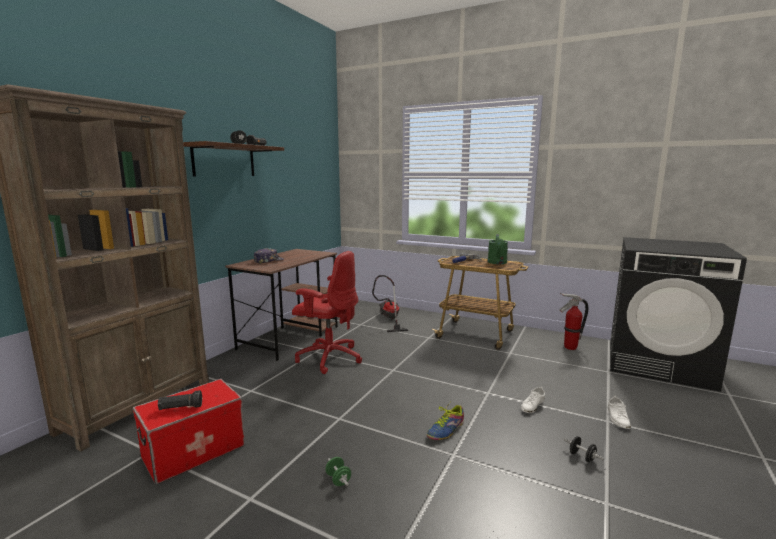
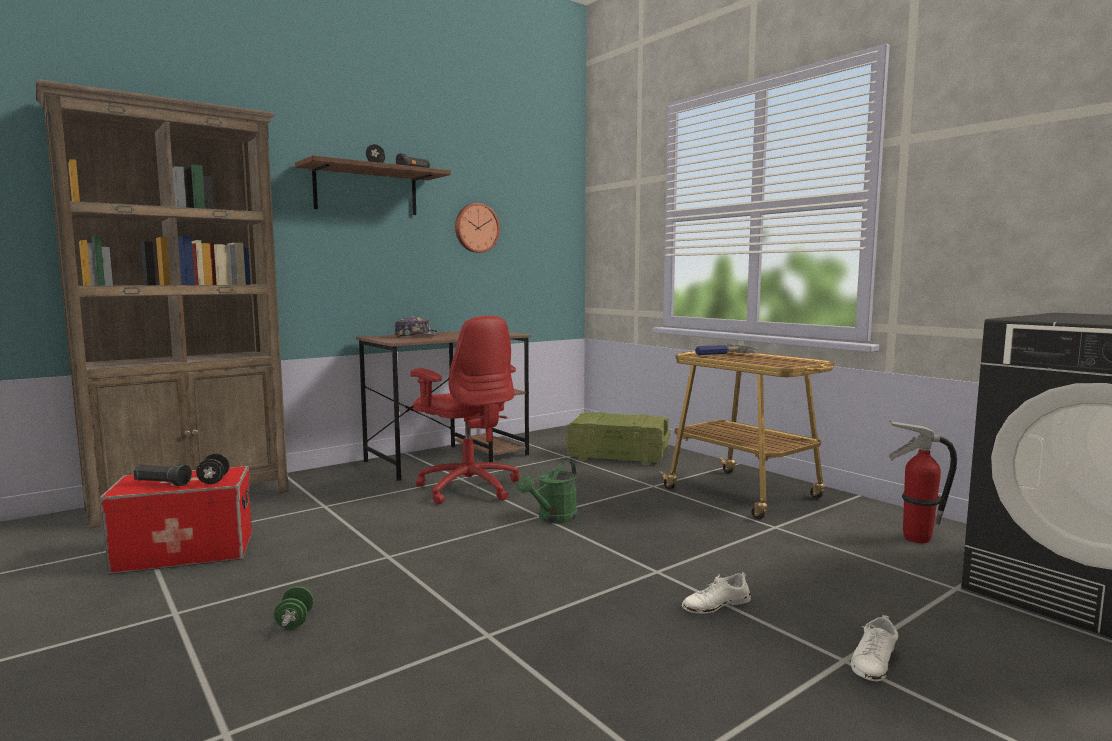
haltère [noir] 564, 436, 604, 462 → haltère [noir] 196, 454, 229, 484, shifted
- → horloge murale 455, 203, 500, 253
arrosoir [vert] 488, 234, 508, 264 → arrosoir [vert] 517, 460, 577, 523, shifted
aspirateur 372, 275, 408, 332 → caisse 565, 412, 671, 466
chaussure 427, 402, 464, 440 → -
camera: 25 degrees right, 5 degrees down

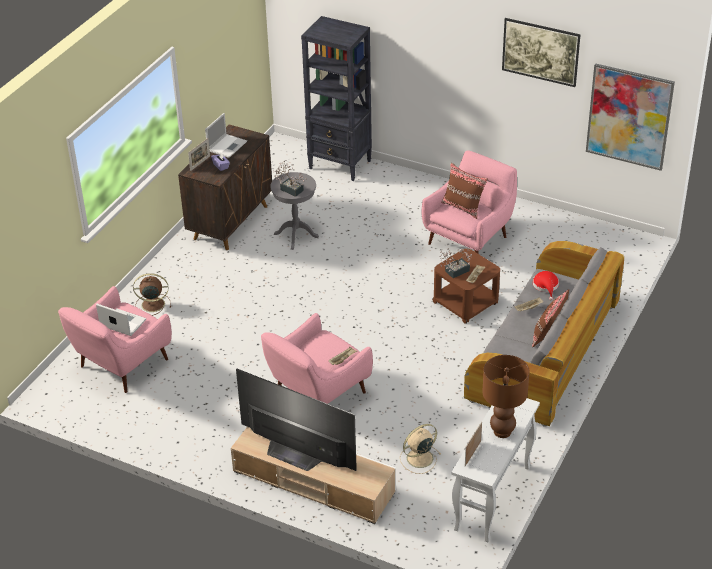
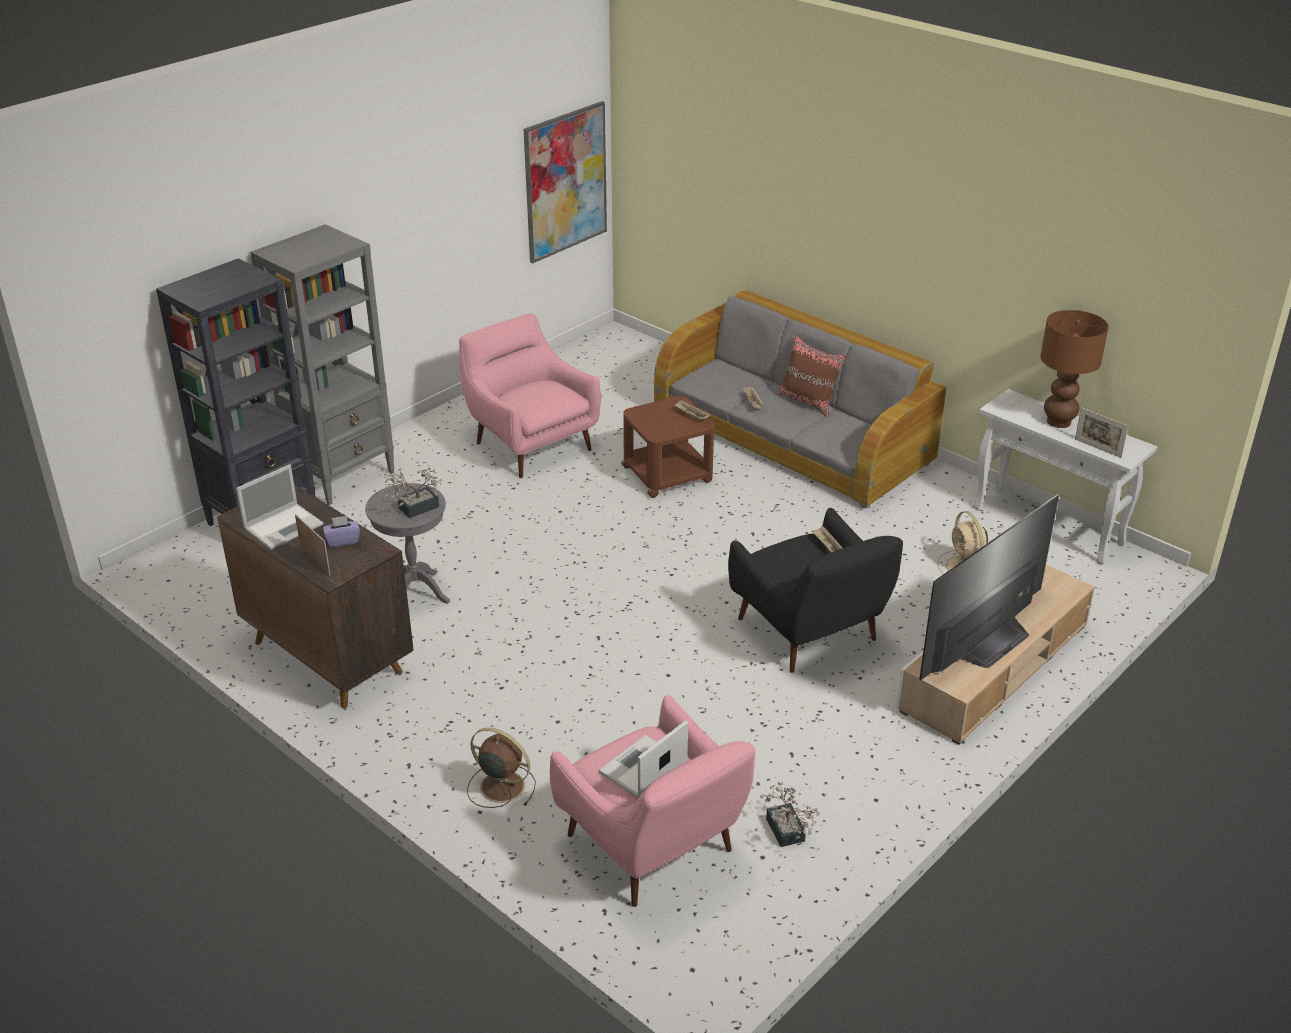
ordinateur portable 205, 113, 247, 158 → ordinateur portable 236, 464, 324, 550, 90 degrees clockwise
- → bibliothèque [gris] 250, 224, 395, 505
ventilateur [marron] 133, 273, 171, 316 → ventilateur [marron] 467, 728, 536, 808, 105 degrees clockwise
fauteuil [rose] 261, 313, 373, 404 → fauteuil [noir] 728, 508, 903, 673
plante en pot 439, 247, 472, 278 → plante en pot 760, 782, 821, 847, shifted
coussin [marron] 441, 163, 488, 219 → -
tableau 502, 18, 581, 87 → -
chapeau [rouge] 533, 271, 559, 300 → -
camera: 75 degrees left, 5 degrees down

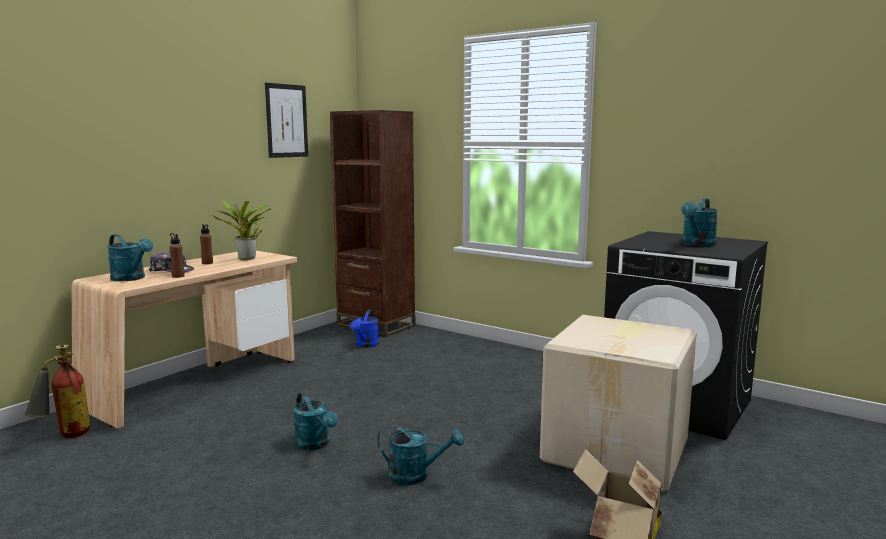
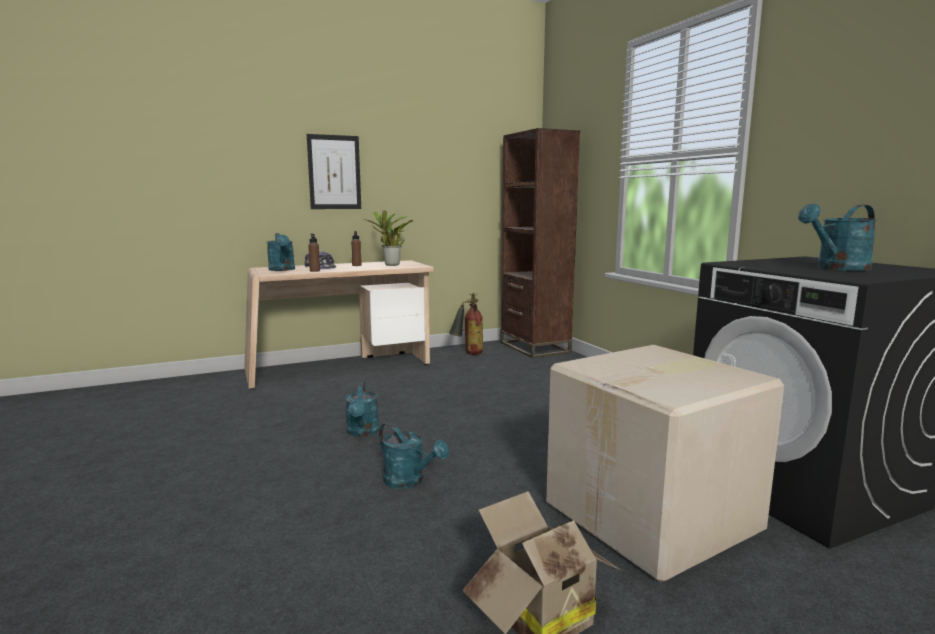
tableau 265, 83, 308, 158 → tableau 307, 134, 361, 209, shifted
extincteur 25, 344, 90, 438 → extincteur 449, 293, 483, 355, shifted
arrosoir [bleu] 350, 310, 379, 348 → -
camera: 30 degrees right, 0 degrees up

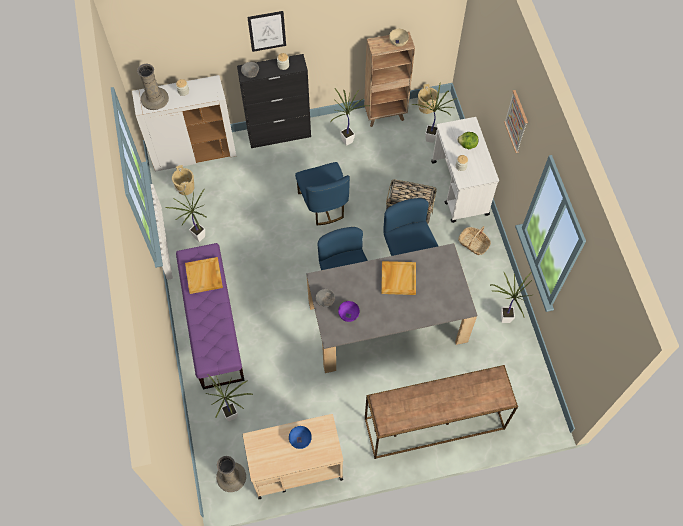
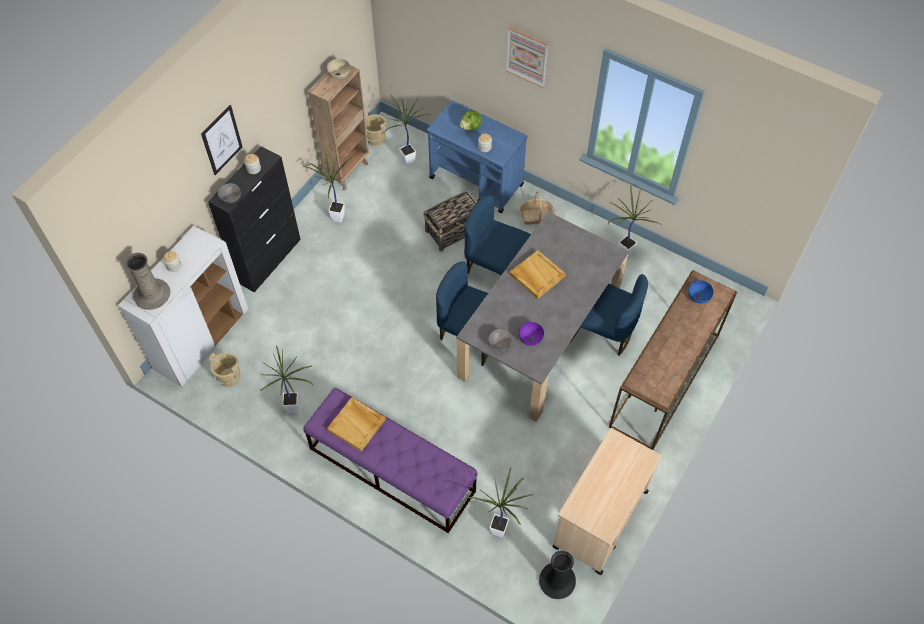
chariot [blanc] 431, 117, 499, 223 → chariot [bleu] 427, 100, 527, 213
vase [beige] 216, 456, 246, 492 → vase [noir] 539, 551, 576, 599
chaise [bleu] 295, 162, 350, 225 → chaise [bleu] 570, 274, 648, 356, shifted
bol [bleu] 289, 426, 312, 449 → bol [bleu] 688, 280, 714, 304, shifted
camera: 45 degrees left, 5 degrees down

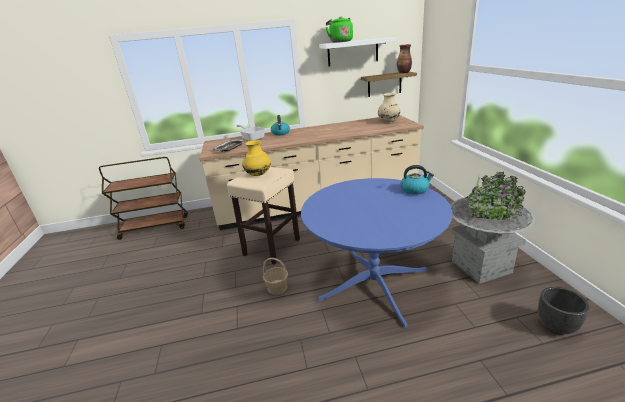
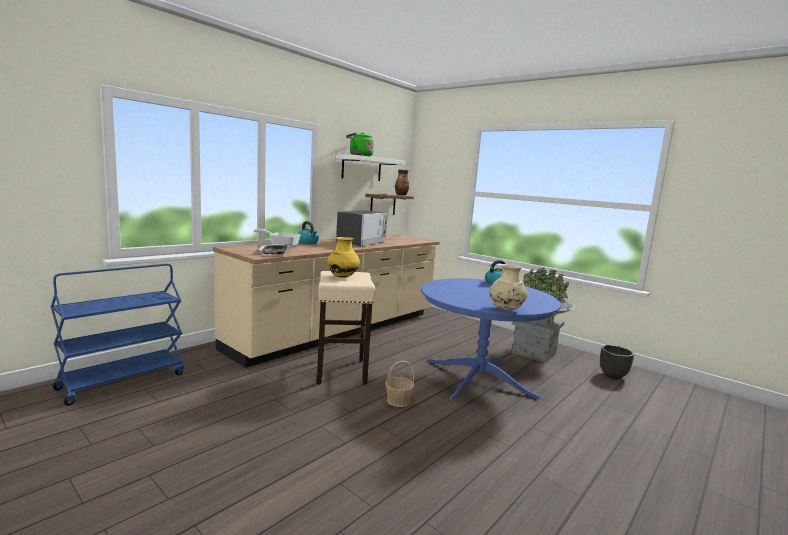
chariot [marron] 99, 157, 188, 240 → chariot [bleu] 51, 264, 184, 406
- → micro-ondes 336, 210, 387, 246
vase [beige] 378, 93, 401, 122 → vase [beige] 489, 264, 527, 311, shifted
camera: 40 degrees left, 15 degrees down

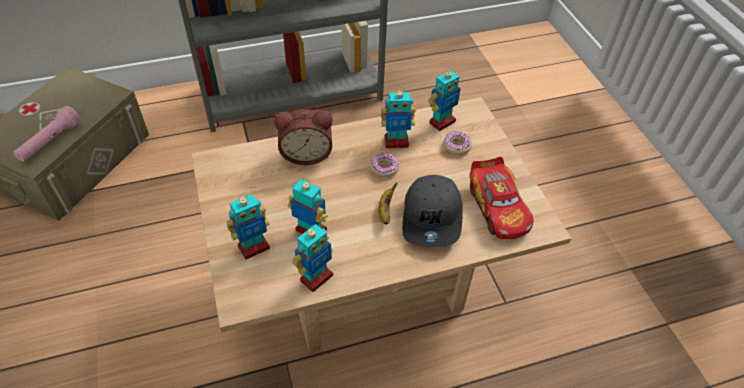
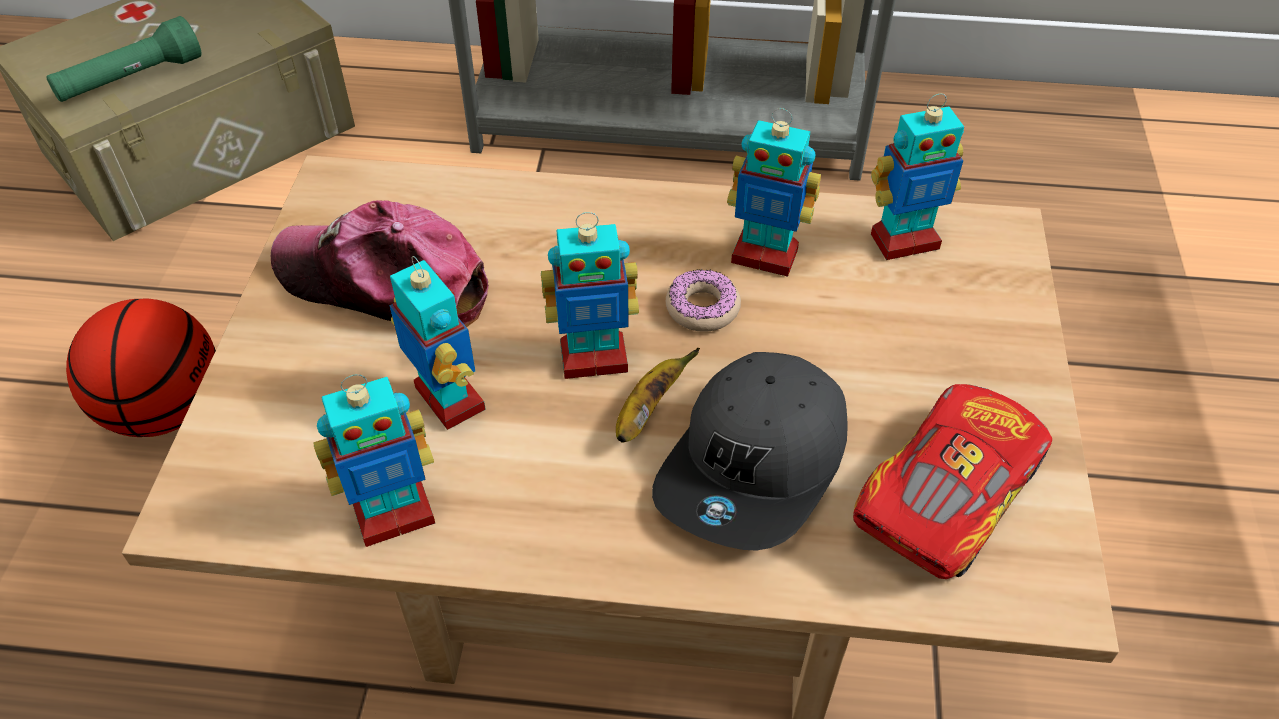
lampe de poche [rose] 13, 106, 81, 162 → lampe de poche [vert] 46, 16, 202, 102
- → ballon de basket 66, 298, 216, 437
- → casquette 271, 200, 489, 327
robot jouet 226, 194, 270, 260 → robot jouet 541, 212, 639, 379, shifted
petite voiture 469, 157, 533, 239 → petite voiture 853, 384, 1052, 579, 150 degrees counterclockwise
réveil 274, 109, 333, 165 → -
beignet 443, 131, 472, 155 → -
camera: 25 degrees right, 0 degrees up

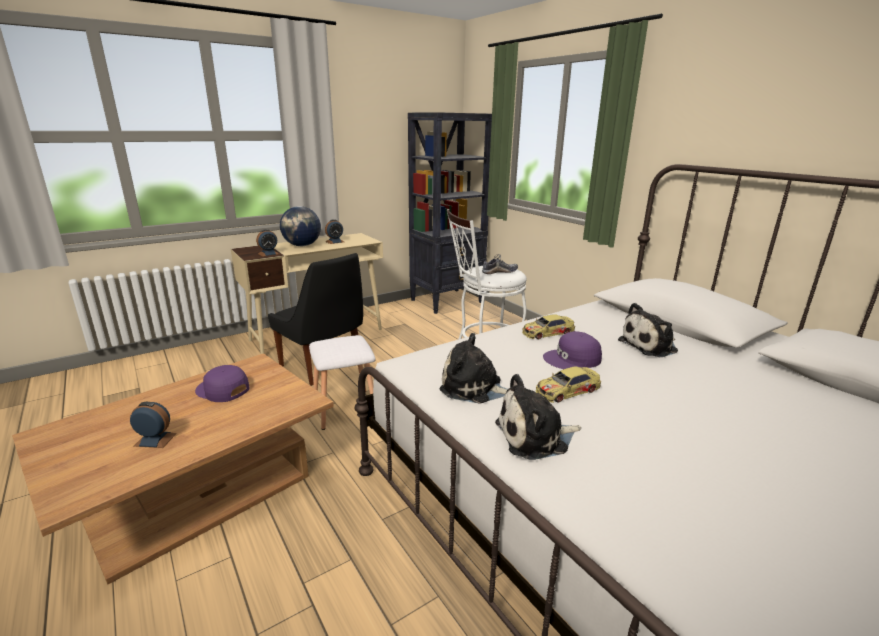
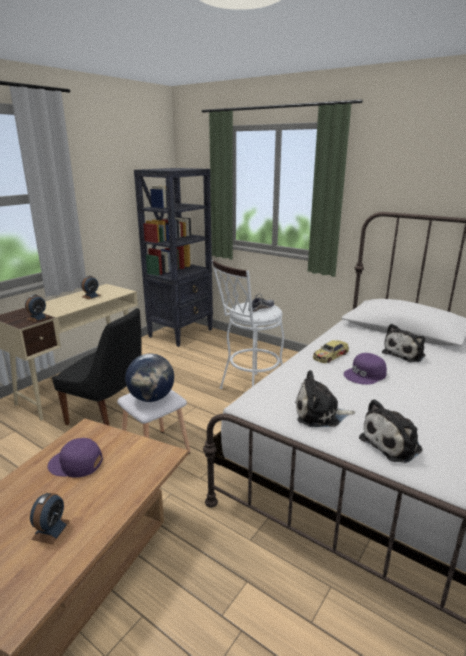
réveil 130, 402, 177, 448 → réveil 30, 493, 70, 544, 120 degrees clockwise
globe 280, 206, 321, 246 → globe 125, 353, 174, 402, shifted
petite voiture 536, 366, 601, 403 → -
camera: 20 degrees left, 0 degrees up

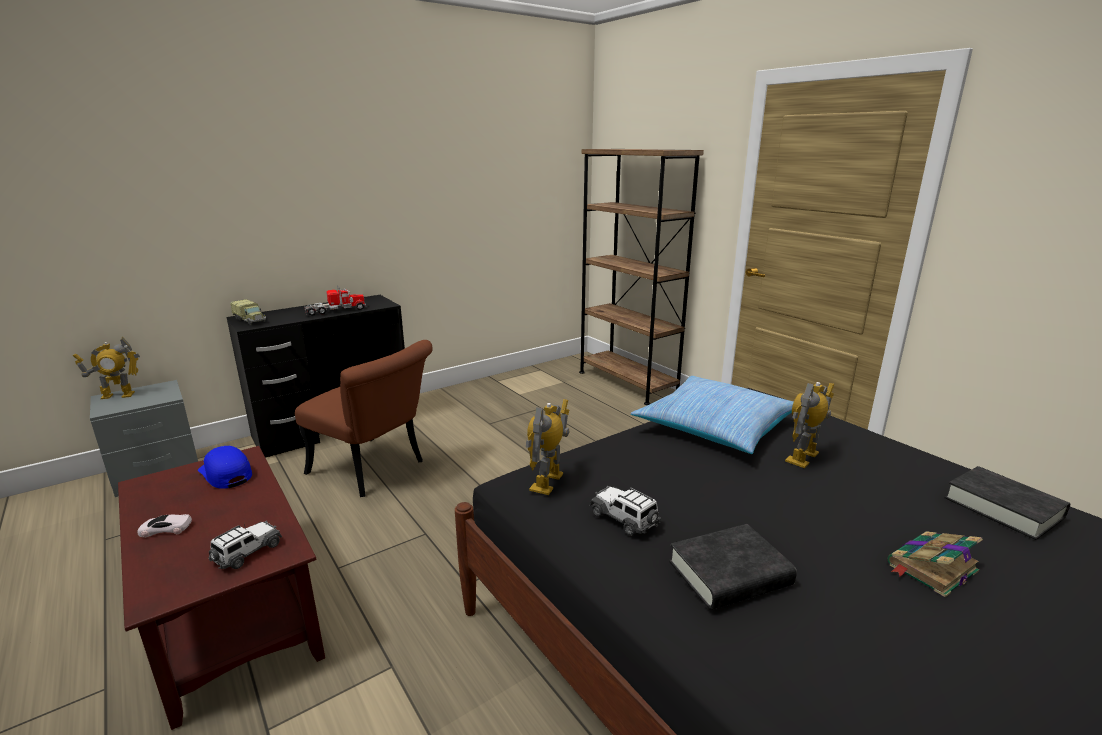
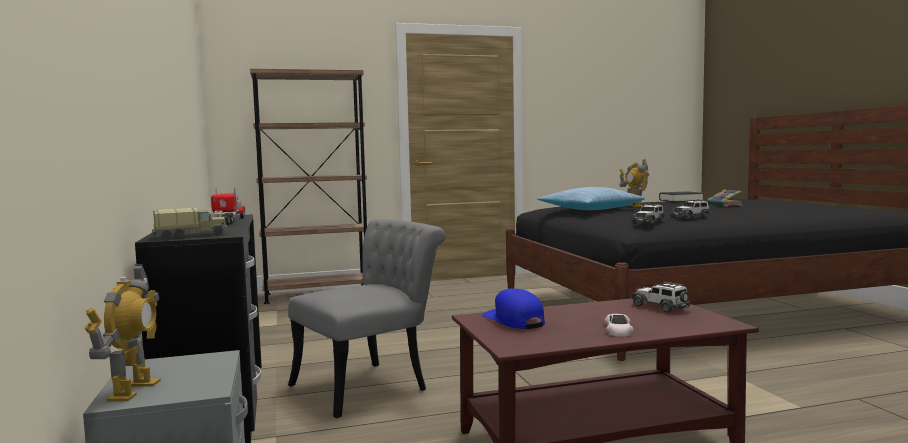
chaise [marron] 295, 340, 433, 497 → chaise [gris] 288, 219, 446, 418
casquette [bleu] 198, 446, 252, 489 → casquette [bleu] 481, 289, 545, 329, 90 degrees clockwise
robot jouet 526, 399, 569, 495 → petite voiture 632, 204, 665, 225
livre [noir] 669, 524, 797, 610 → -
camera: 70 degrees left, 15 degrees down

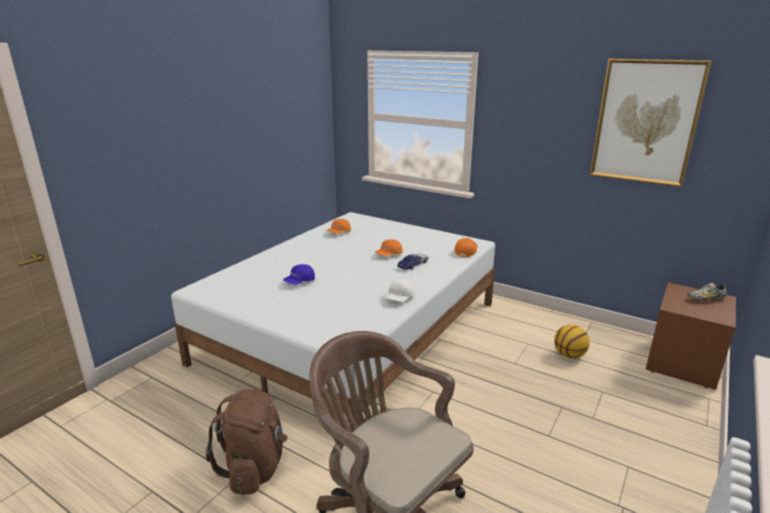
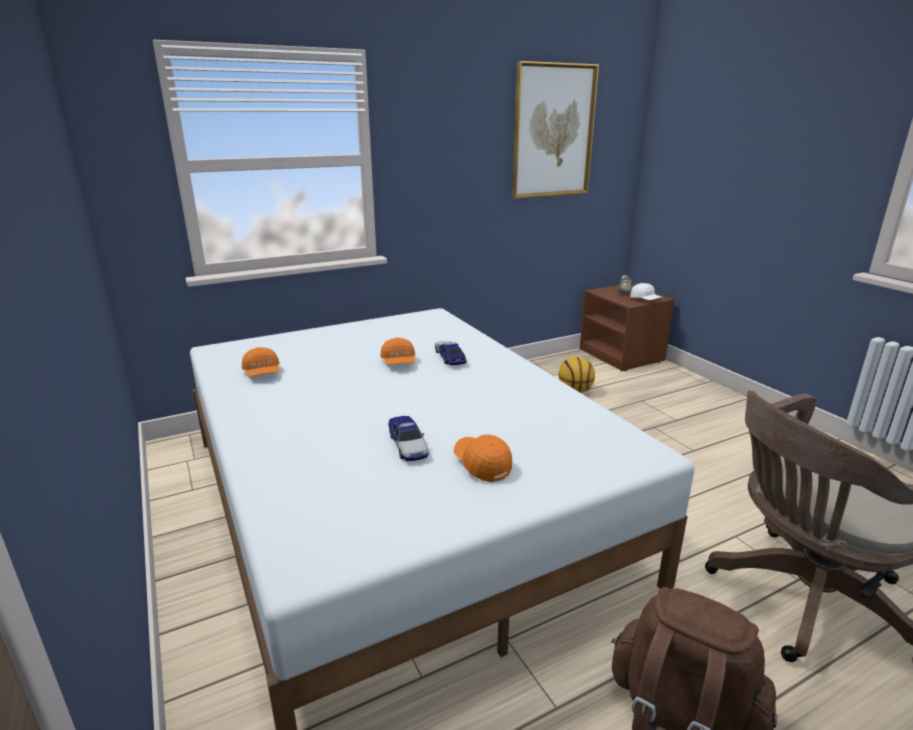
casquette [bleu] 283, 264, 315, 285 → petite voiture 388, 416, 429, 461
casquette [orange] 454, 238, 478, 257 → casquette [orange] 454, 434, 512, 482, shifted
casquette [blanc] 385, 279, 415, 302 → casquette [blanc] 630, 283, 661, 300, shifted
camera: 60 degrees left, 0 degrees up

